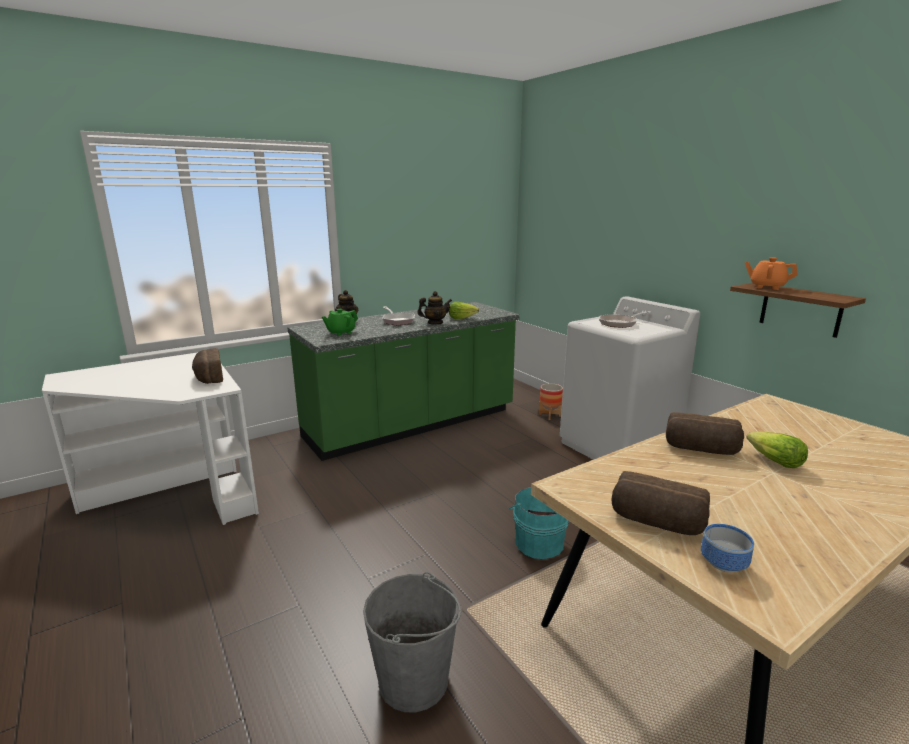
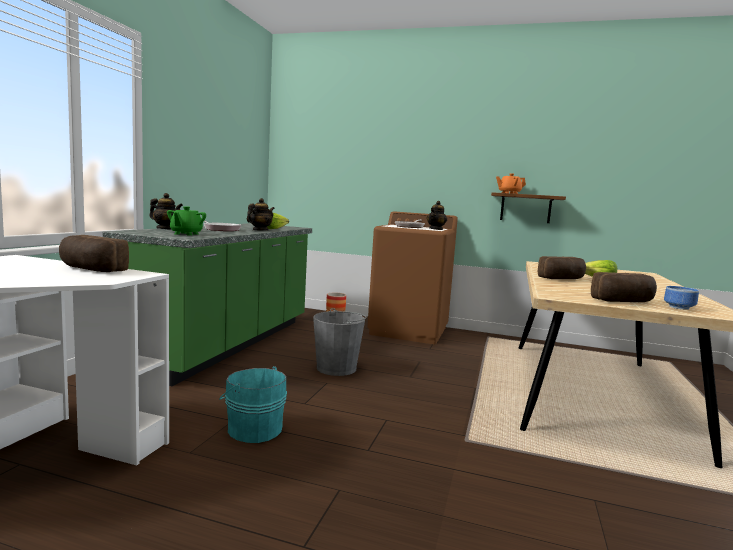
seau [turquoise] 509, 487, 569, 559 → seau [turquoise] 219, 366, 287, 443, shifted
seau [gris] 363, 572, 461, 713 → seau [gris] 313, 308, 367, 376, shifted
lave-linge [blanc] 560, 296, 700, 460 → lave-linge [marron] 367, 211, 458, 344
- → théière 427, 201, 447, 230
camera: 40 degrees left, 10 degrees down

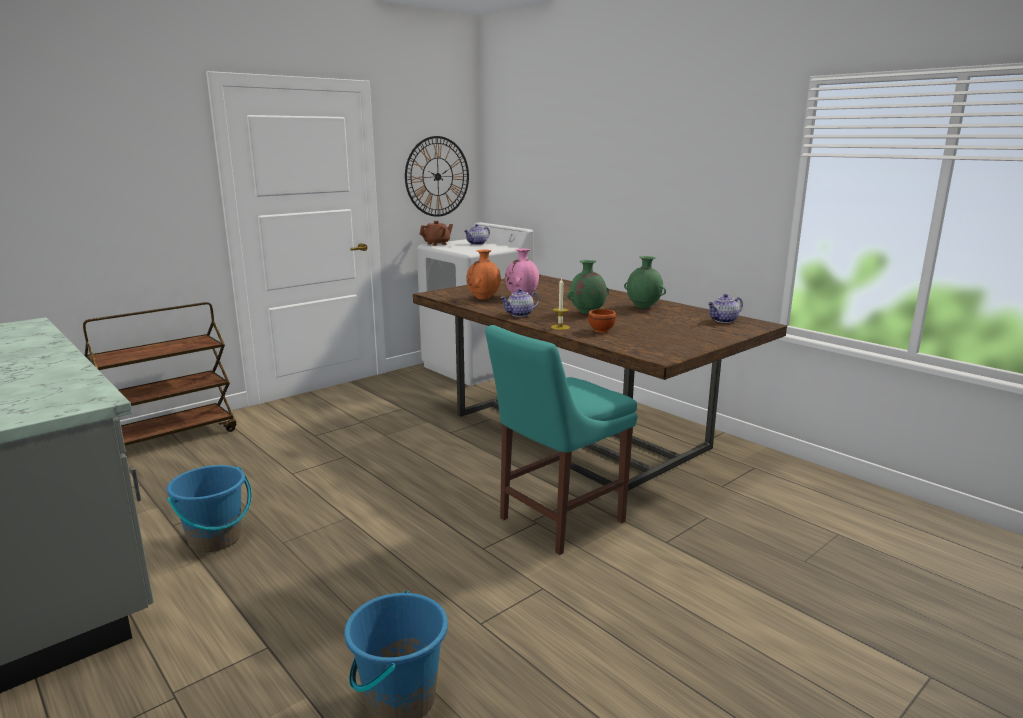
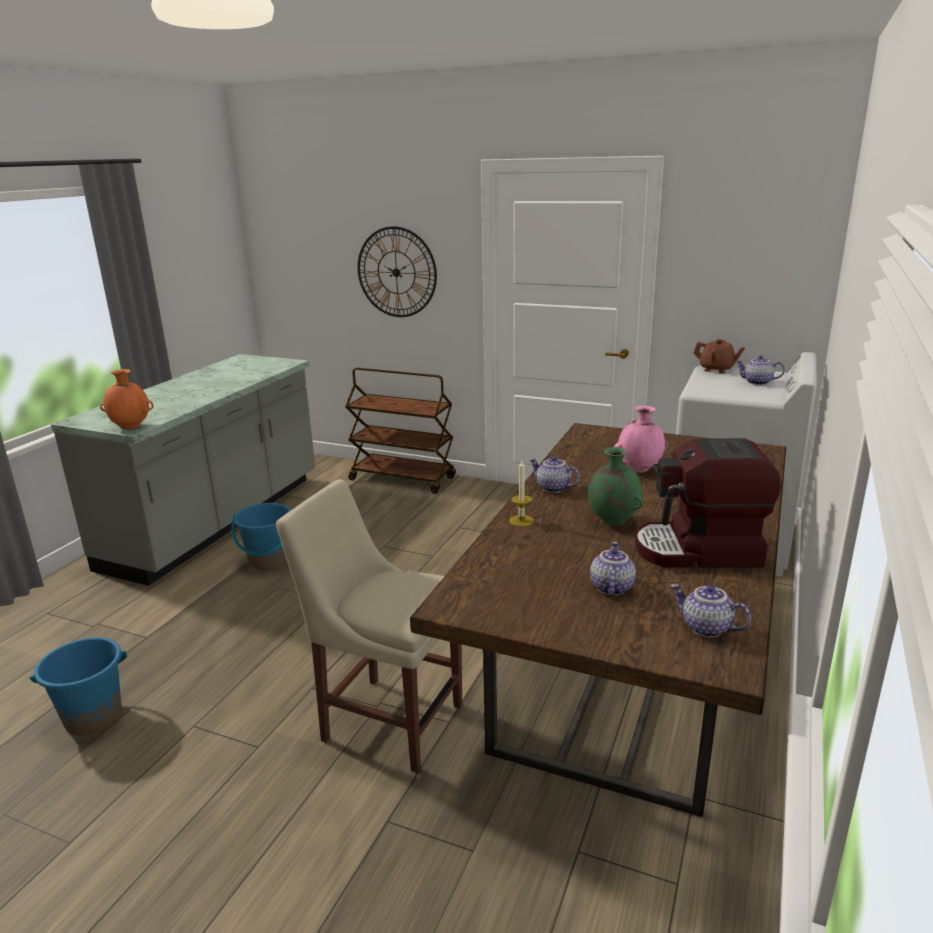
vase [orange] 466, 250, 501, 300 → vase [orange] 100, 369, 154, 430, shifted
chaise [turquoise] 485, 325, 637, 555 → chaise [beige] 276, 479, 462, 773
horloge murale 405, 136, 469, 217 → horloge murale 358, 226, 437, 317, shifted
- → théière 590, 542, 636, 595
vase [vert] 624, 256, 666, 309 → machine à café 635, 438, 781, 568
bol [marron] 588, 309, 616, 333 → -
camera: 65 degrees right, 5 degrees up

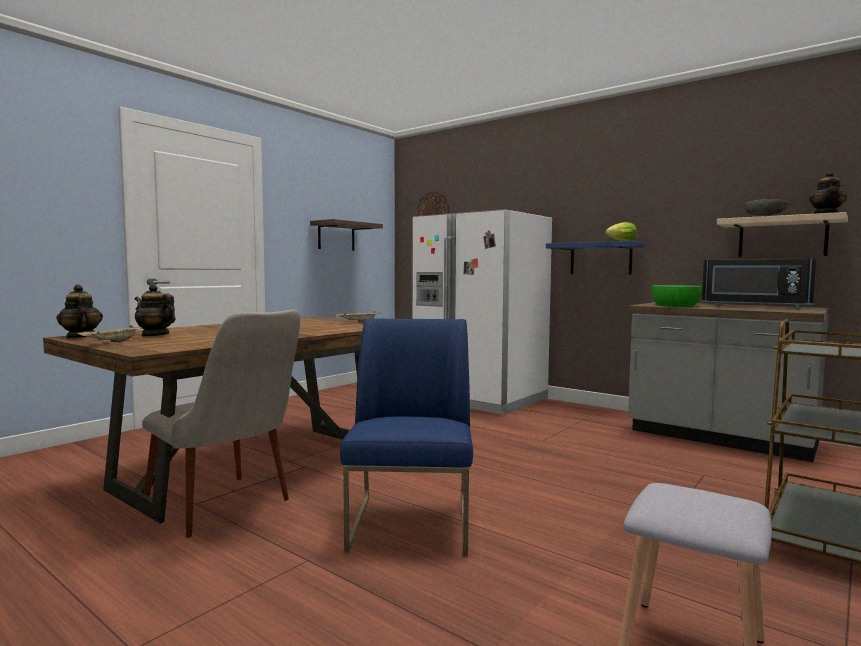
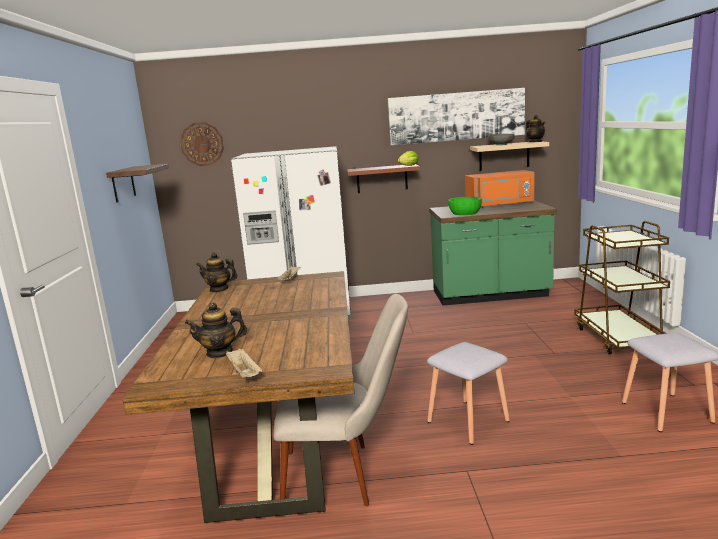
théière 56, 284, 103, 338 → théière 196, 252, 238, 292, shifted
étagère [bleu] 546, 241, 645, 275 → étagère [marron] 347, 164, 420, 193
- → tableau 388, 88, 525, 145
chaise [bleu] 340, 318, 473, 556 → tabouret [gris] 427, 342, 510, 445
comptoir de cuisine [gris] 628, 302, 831, 462 → comptoir de cuisine [vert] 429, 200, 557, 306
micro-ondes [noir] 702, 259, 816, 308 → micro-ondes [orange] 465, 170, 534, 208
camera: 40 degrees left, 10 degrees up

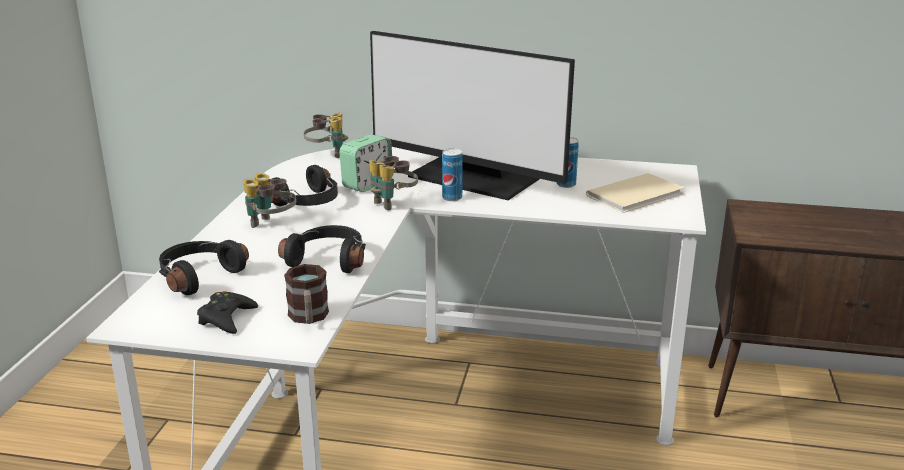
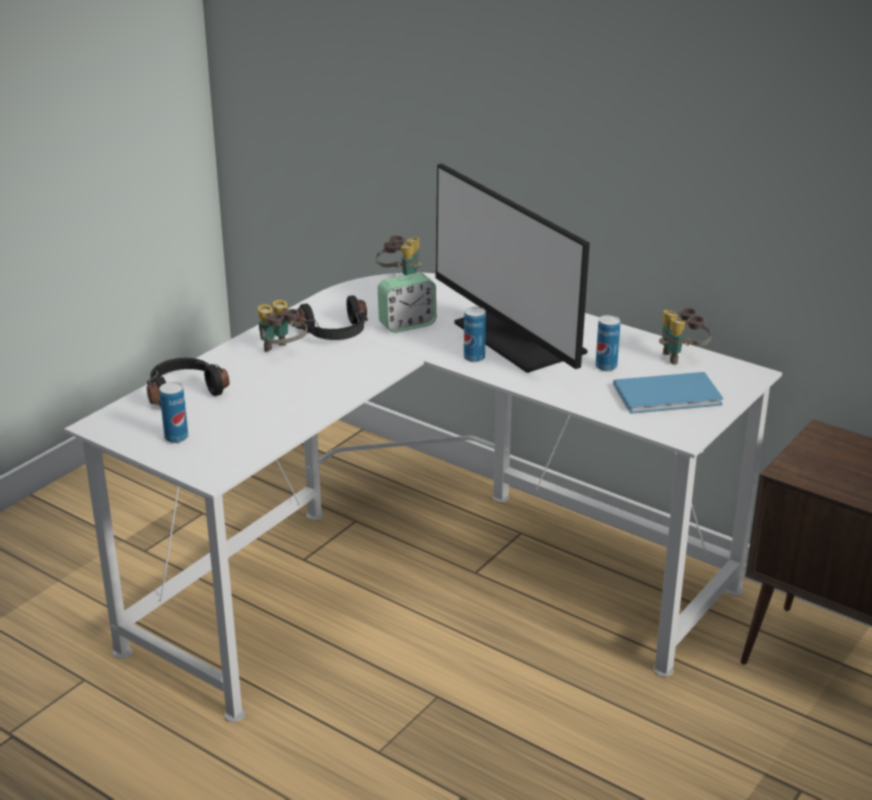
manette [noir] 197, 291, 258, 334 → boîte métallique 159, 382, 188, 443
livre [beige] 586, 173, 684, 213 → livre [bleu] 613, 372, 723, 414
jumelles 369, 156, 418, 210 → jumelles 659, 308, 712, 365, shifted
casque audio [noir] 278, 225, 366, 273 → -
mug 284, 264, 329, 324 → -
camera: 25 degrees right, 5 degrees up

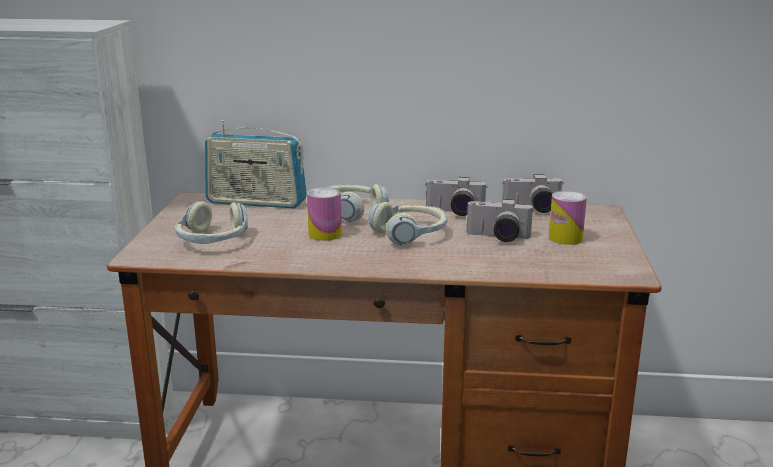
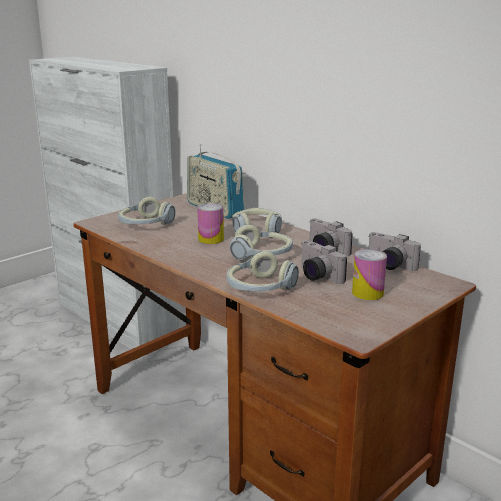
- → casque audio 226, 251, 299, 291
camera: 40 degrees right, 0 degrees up

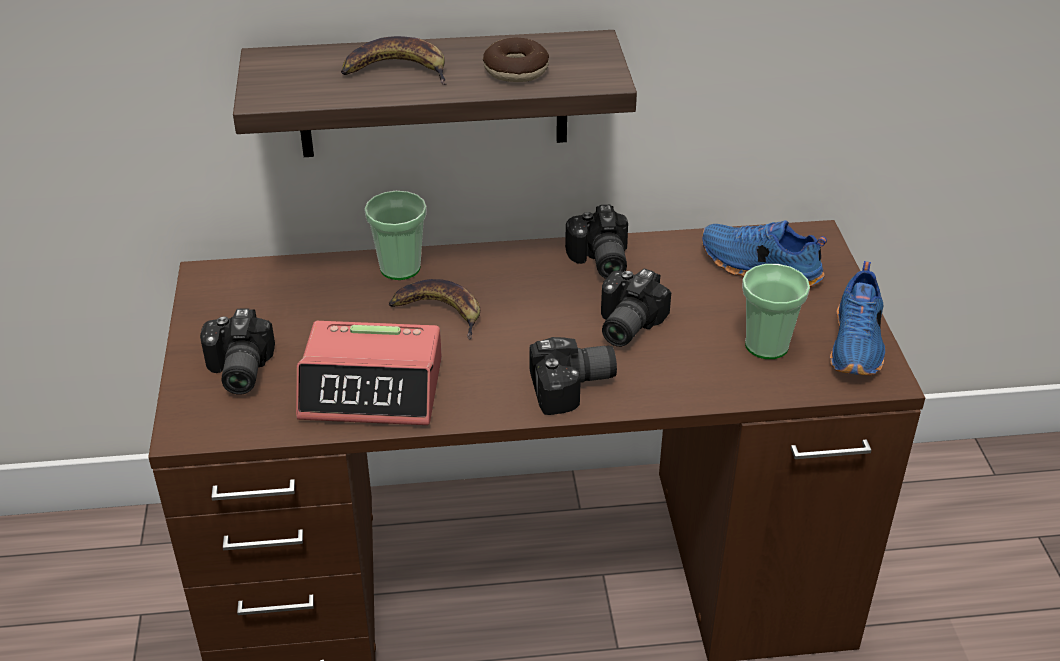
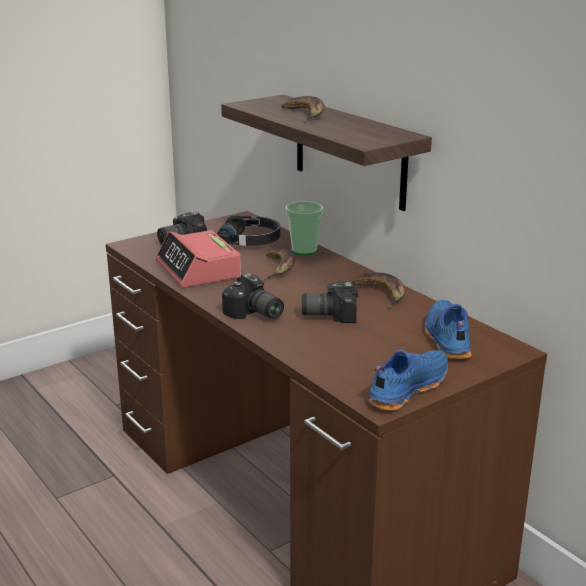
- → casque audio [noir] 217, 215, 280, 246
appareil photo 565, 205, 628, 279 → banane 352, 273, 405, 308
chaussure [bleu] 830, 261, 885, 375 → chaussure [bleu] 368, 350, 448, 411, 150 degrees clockwise
beignet 483, 38, 549, 82 → -
tasse 742, 264, 810, 359 → -
camera: 60 degrees right, 15 degrees down

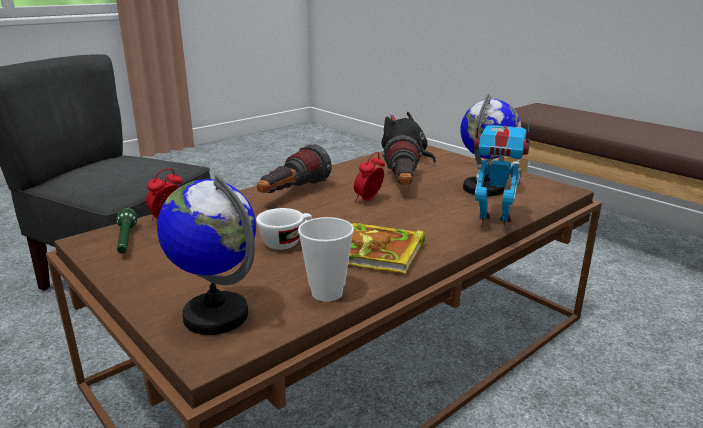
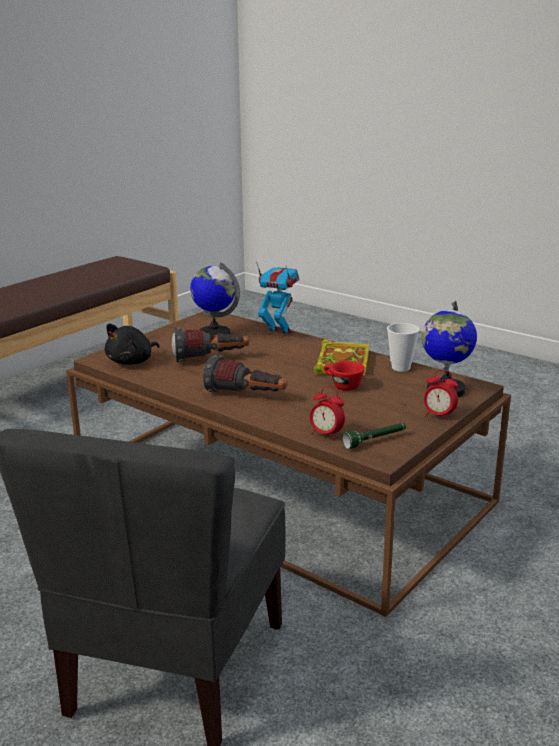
robot jouet 474, 115, 530, 230 → robot jouet 256, 262, 300, 338, 105 degrees clockwise
tasse [blanc] 256, 208, 312, 250 → tasse [rouge] 323, 361, 365, 391
réveil 354, 152, 385, 202 → réveil 424, 370, 458, 421, shifted
camera: 100 degrees left, 0 degrees up

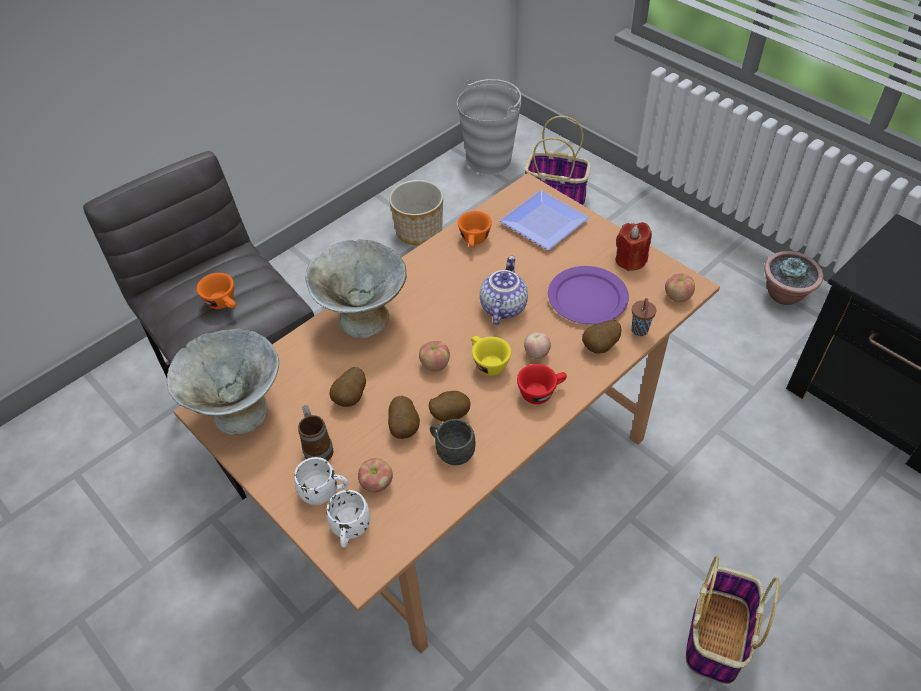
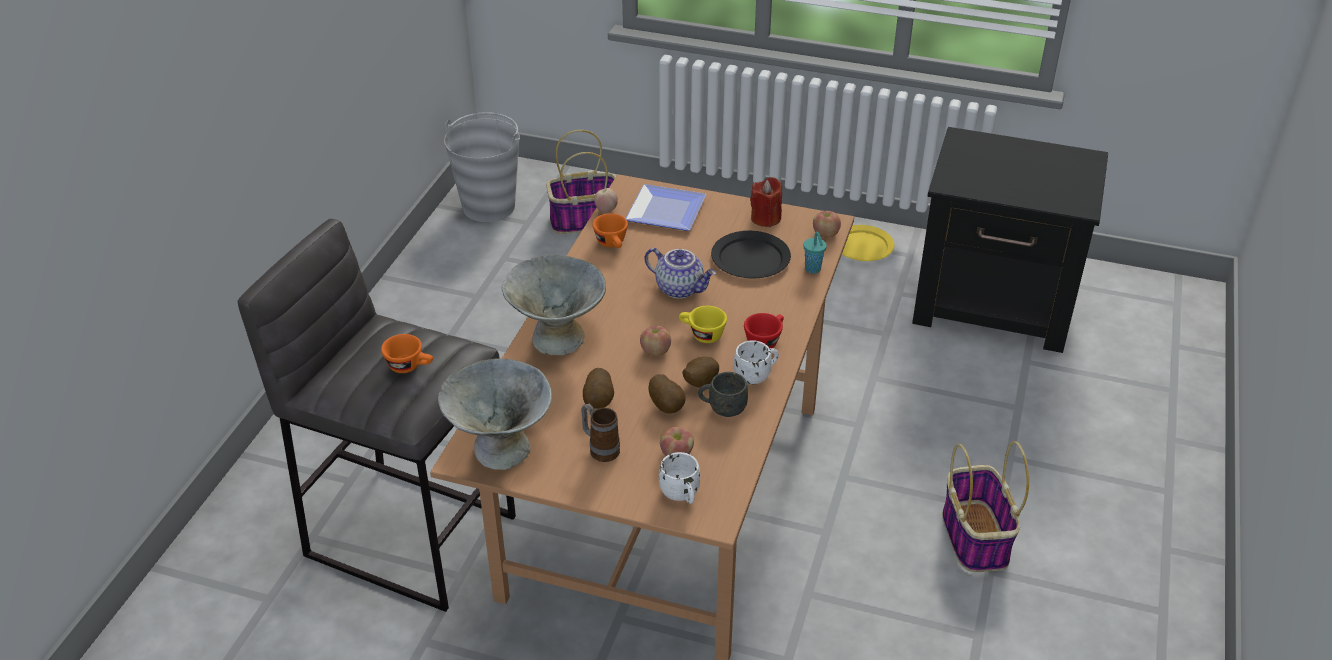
pomme 524, 332, 551, 359 → pomme 594, 188, 618, 213, shifted
théière 480, 256, 528, 325 → théière 644, 248, 716, 299, 135 degrees clockwise
assiette [violet] 548, 266, 629, 324 → assiette [noir] 711, 231, 791, 278
mug [blanc] 294, 457, 348, 505 → mug [blanc] 734, 340, 779, 384, shifted
tasse [marron] 632, 298, 656, 336 → tasse [turquoise] 803, 232, 827, 273
plante en pot 764, 251, 823, 305 → assiette [jaune] 842, 225, 894, 261
cache-pot 389, 180, 443, 246 → -
pomme de terre 582, 320, 622, 353 → -
camera: 30 degrees left, 10 degrees down

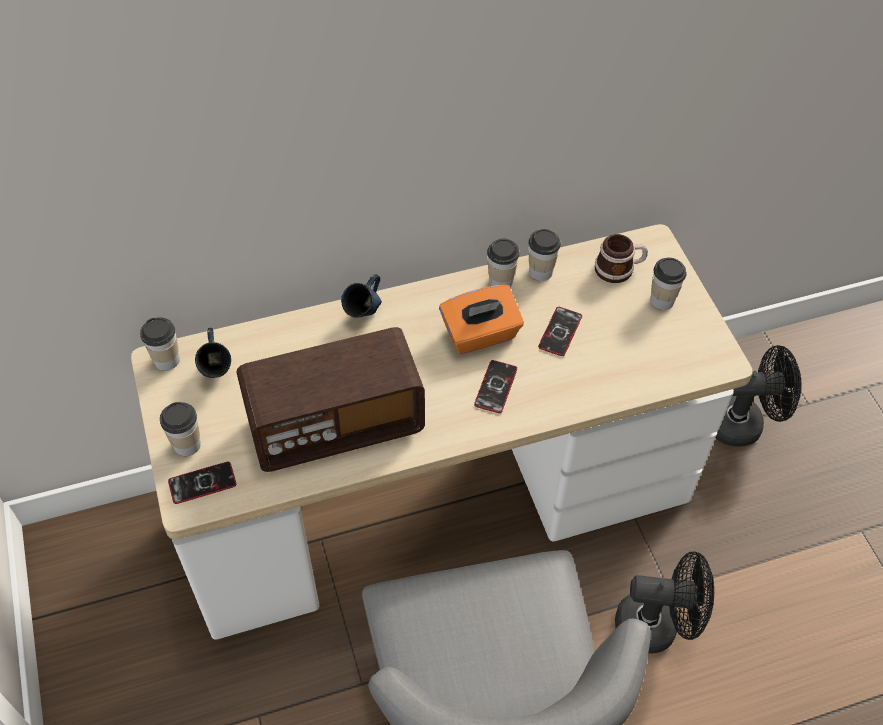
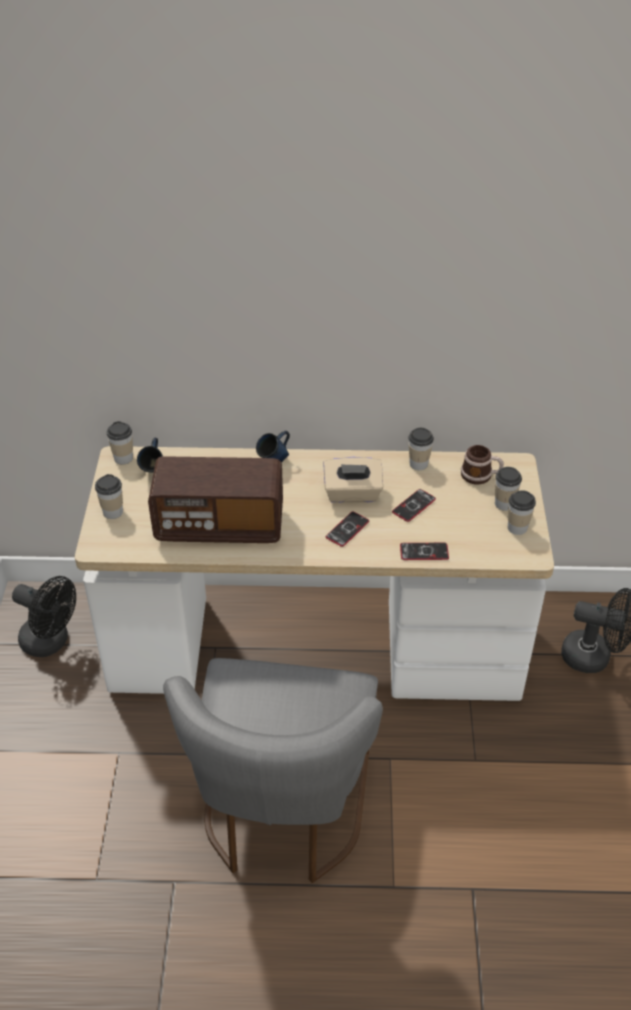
ventilateur [noir] 615, 552, 714, 654 → ventilateur [noir] 12, 576, 76, 657, shifted
boîte à mouchoirs [orange] 439, 285, 524, 354 → boîte à mouchoirs [beige] 323, 456, 383, 503
téléphone 168, 462, 236, 504 → téléphone 400, 543, 449, 560, shifted
tasse 487, 238, 520, 287 → tasse 508, 490, 536, 535, shifted
camera: 20 degrees right, 10 degrees down

